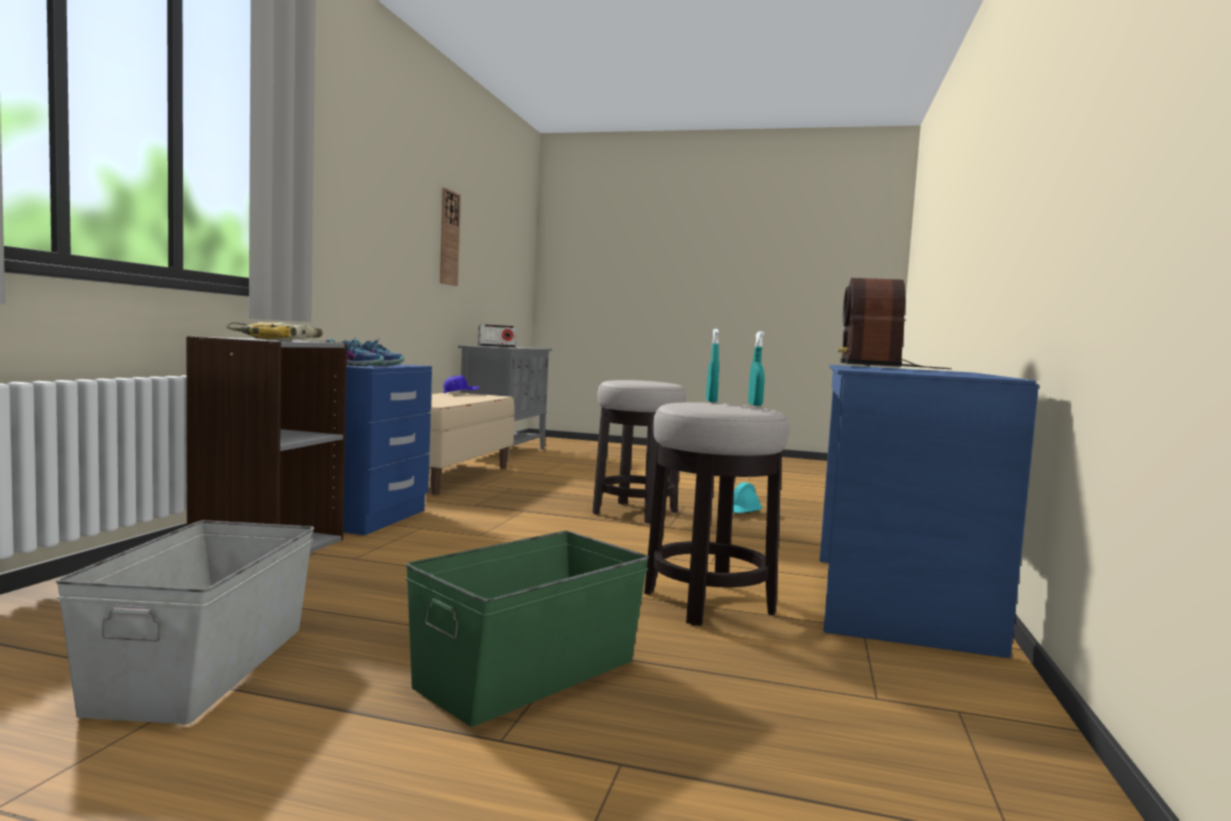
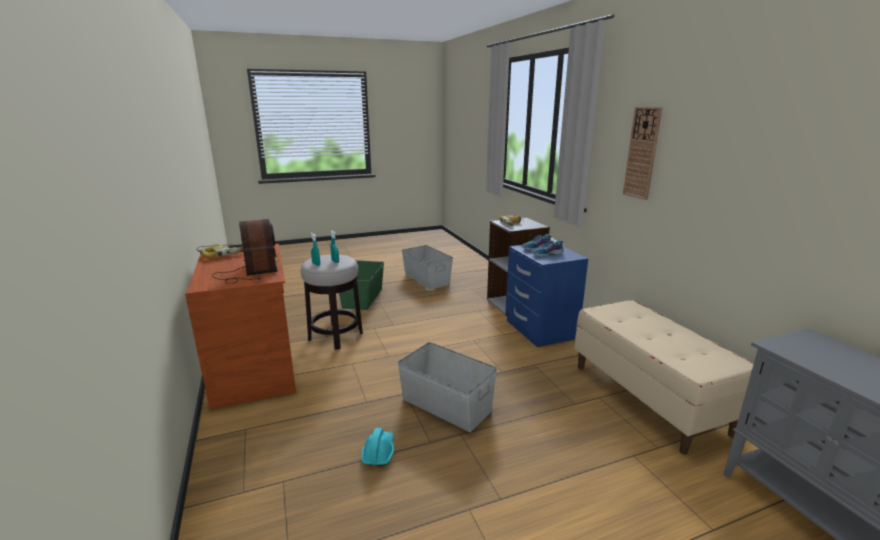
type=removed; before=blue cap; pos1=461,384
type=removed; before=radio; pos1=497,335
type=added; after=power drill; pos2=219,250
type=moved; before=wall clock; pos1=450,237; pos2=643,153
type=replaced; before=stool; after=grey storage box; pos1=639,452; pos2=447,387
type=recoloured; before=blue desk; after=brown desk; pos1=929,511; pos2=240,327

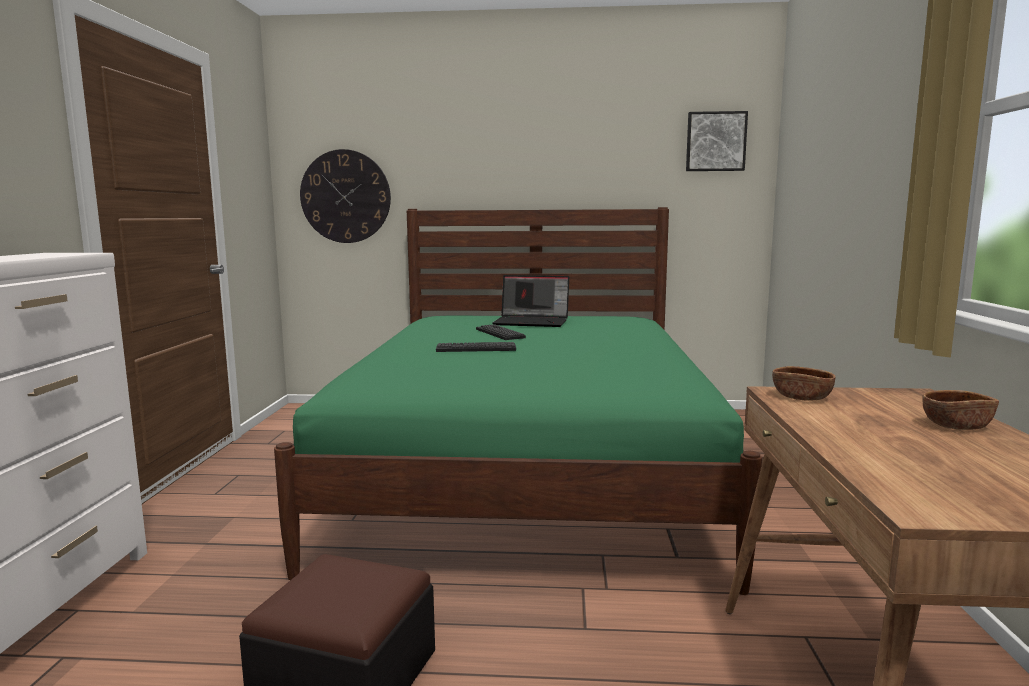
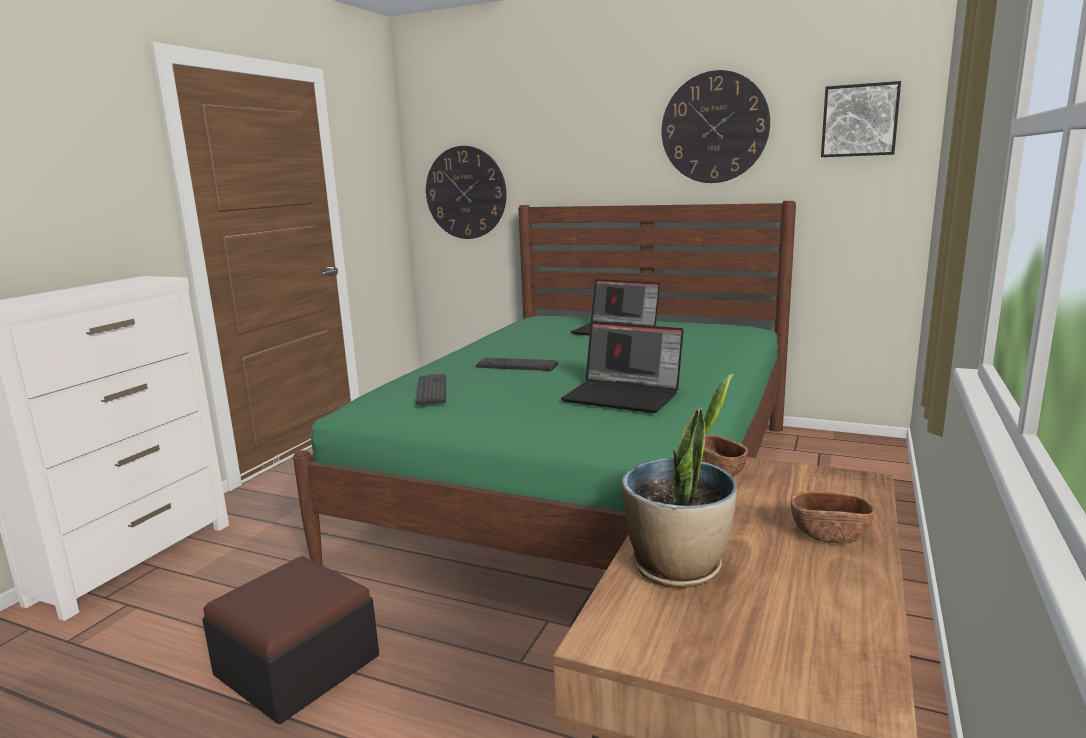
type=added; after=laptop; pos2=622,367
type=added; after=potted plant; pos2=679,480
type=added; after=wall clock; pos2=716,126
type=moved; before=keyboard; pos1=501,332; pos2=431,389

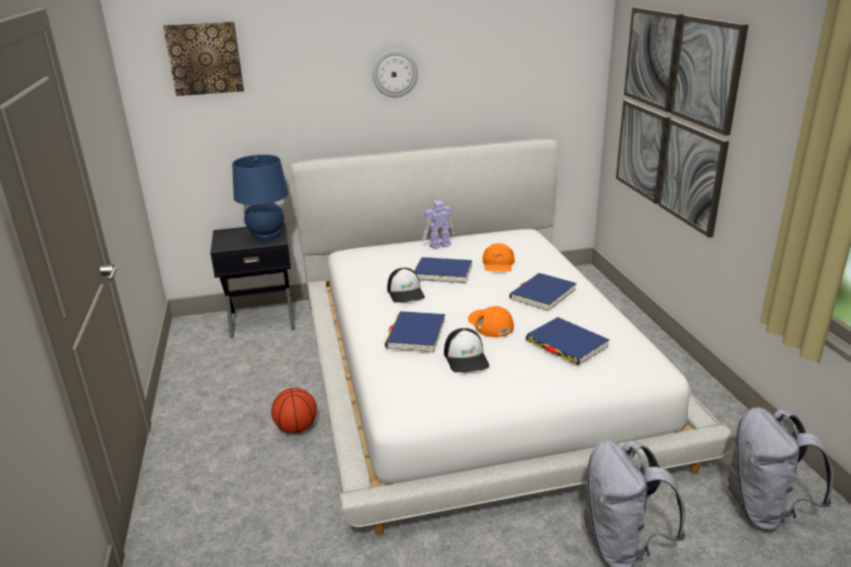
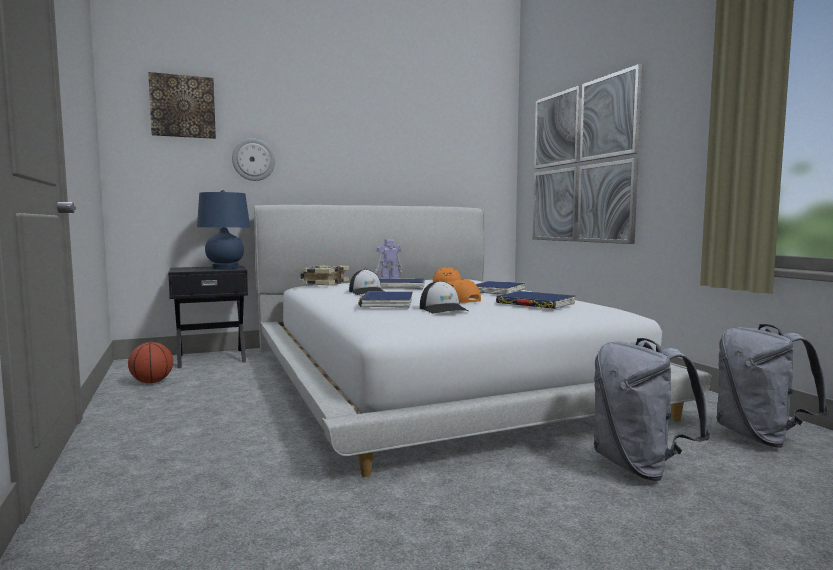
type=added; after=book; pos2=324,275
type=moved; before=basketball; pos1=294,410; pos2=150,362
type=moved; before=wall clock; pos1=395,74; pos2=253,159

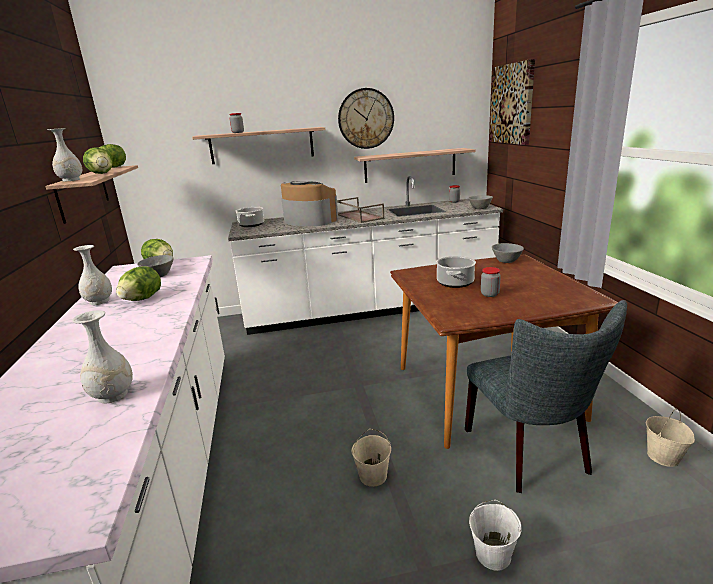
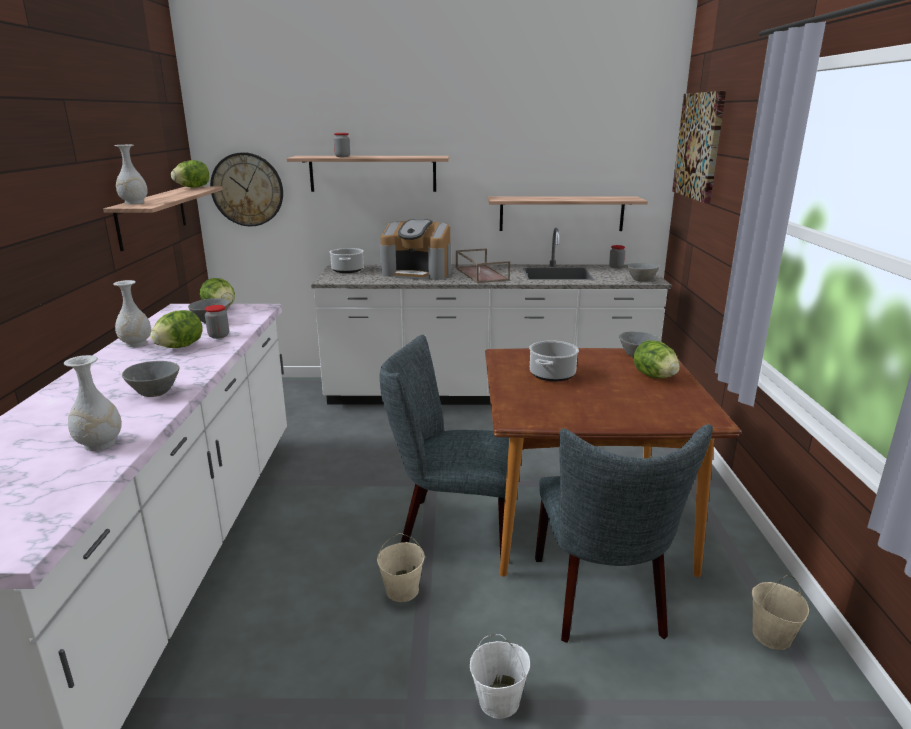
type=added; after=grey bowl; pos2=151,379
type=added; after=grey chair; pos2=444,447
type=moved; before=lettuce; pos1=98,160; pos2=657,359
type=moved; before=wall clock; pos1=366,118; pos2=246,189
type=moved; before=jar; pos1=491,282; pos2=217,322
type=turned; before=coffee machine; pos1=309,203; pos2=415,249; turn=150

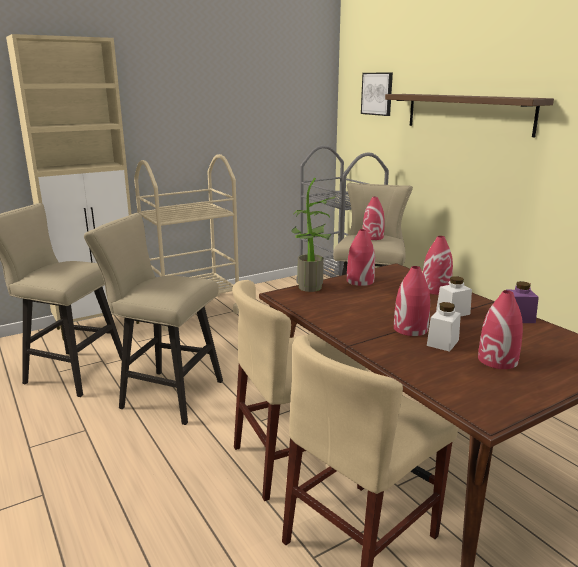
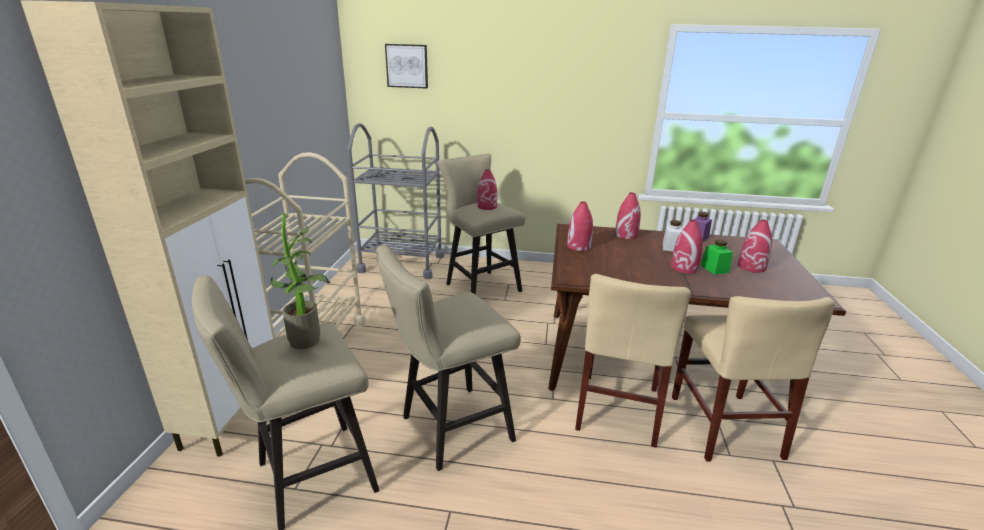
type=removed; before=shelf; pos1=469,115
type=moved; before=potted plant; pos1=313,235; pos2=300,281
type=recoloured; before=white jar; after=green jar; pos1=444,327; pos2=717,257

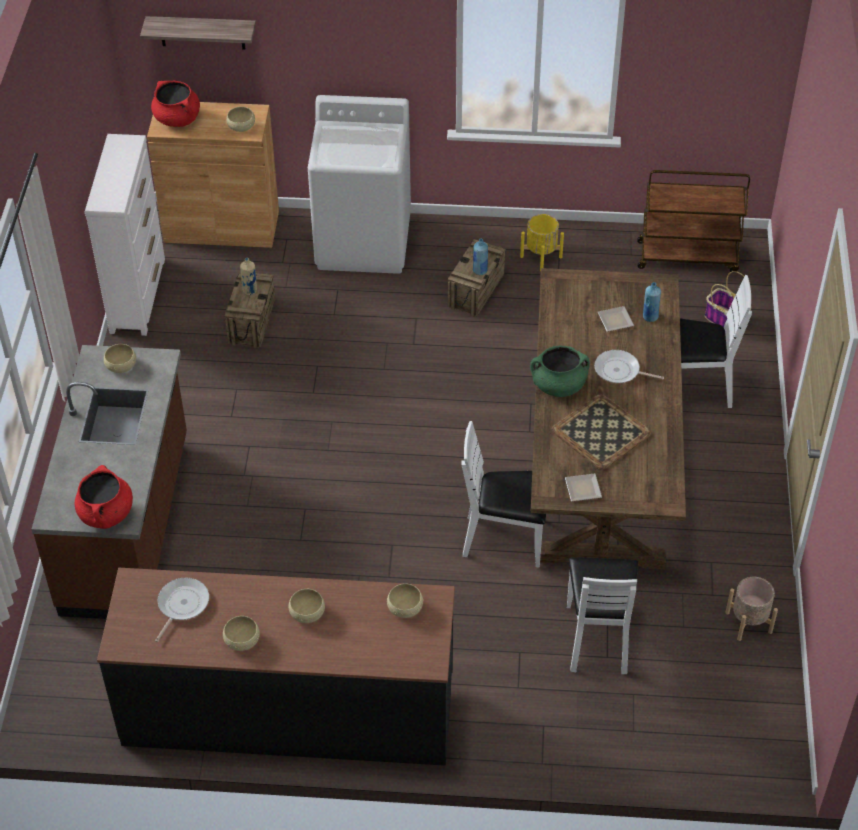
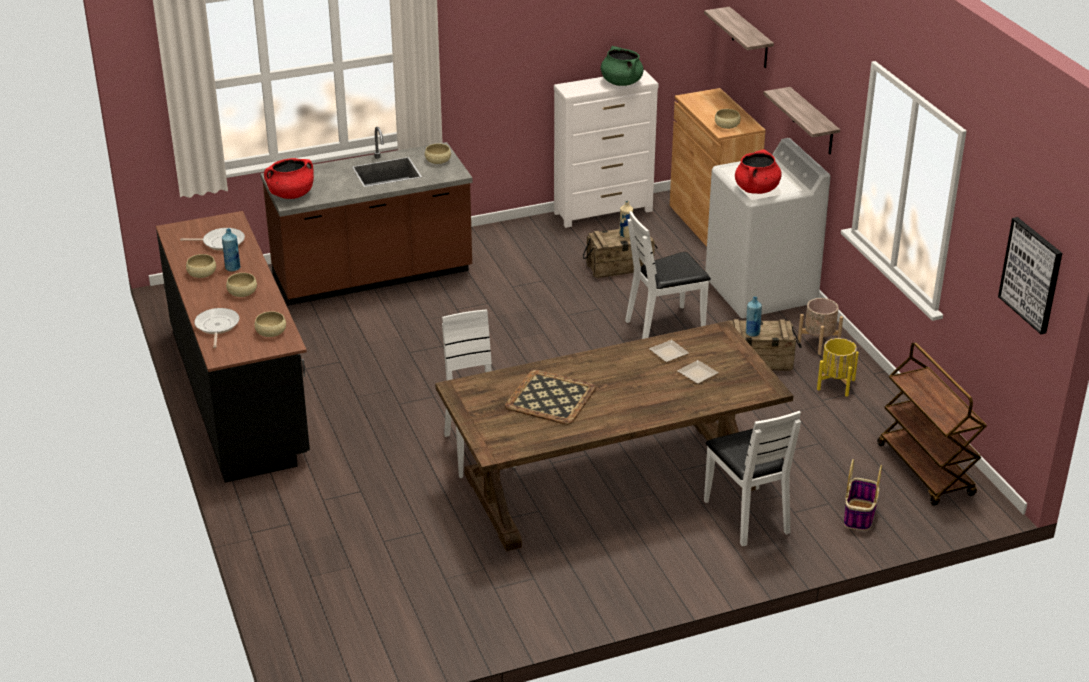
type=added; after=shelf; pos2=801,120
type=added; after=picture; pos2=1030,275
type=moved; before=red cooking pot; pos1=175,104; pos2=758,171
type=moved; before=green cooking pot; pos1=560,371; pos2=622,66
type=moved; before=plate; pos1=583,487; pos2=669,351
type=moved; before=white chair; pos1=602,615; pos2=668,275
type=moved; before=frying pan; pos1=629,366; pos2=216,328
type=moved; before=blue bottle; pos1=652,302; pos2=231,250
type=moved; before=beige planter; pos1=751,609; pos2=820,326

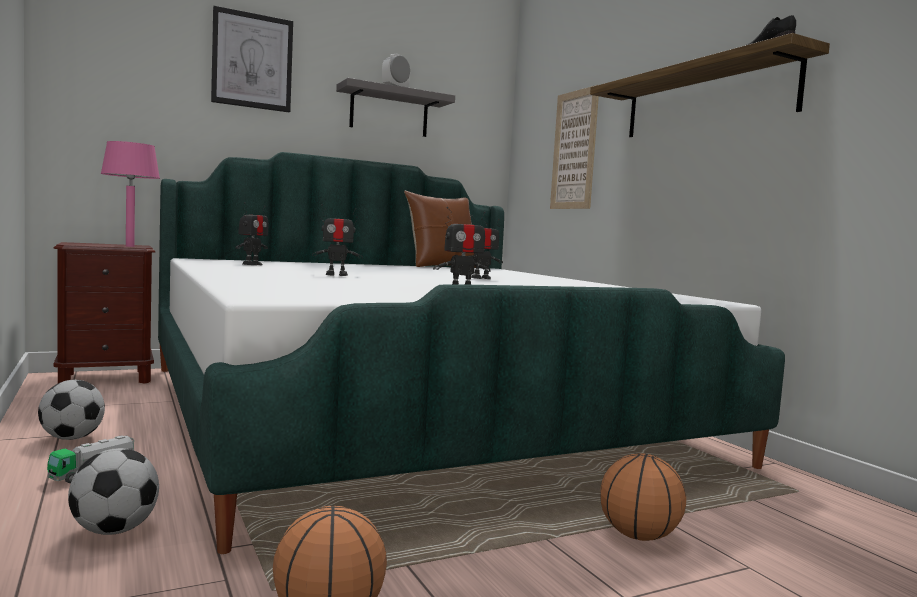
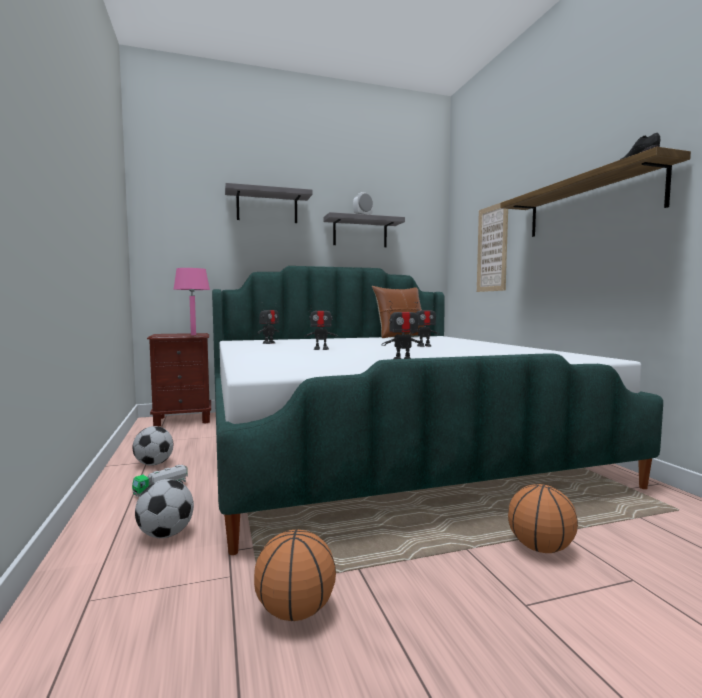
type=replaced; before=picture; after=grey shelf; pos1=252,59; pos2=268,203

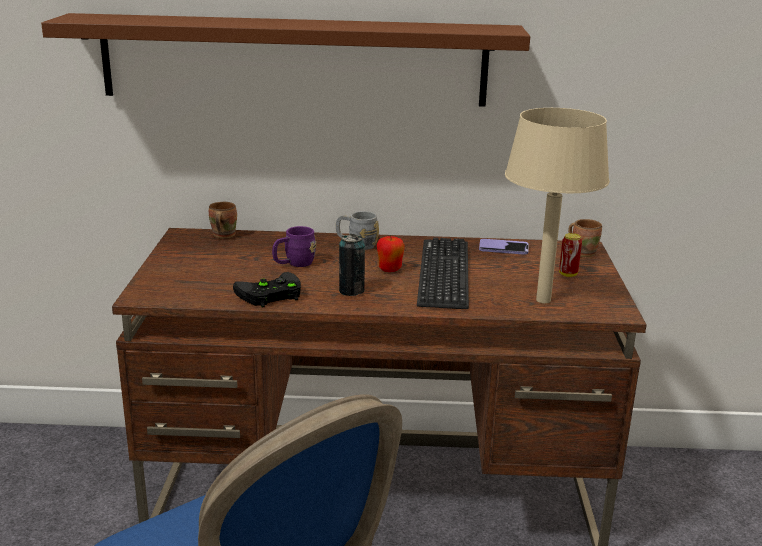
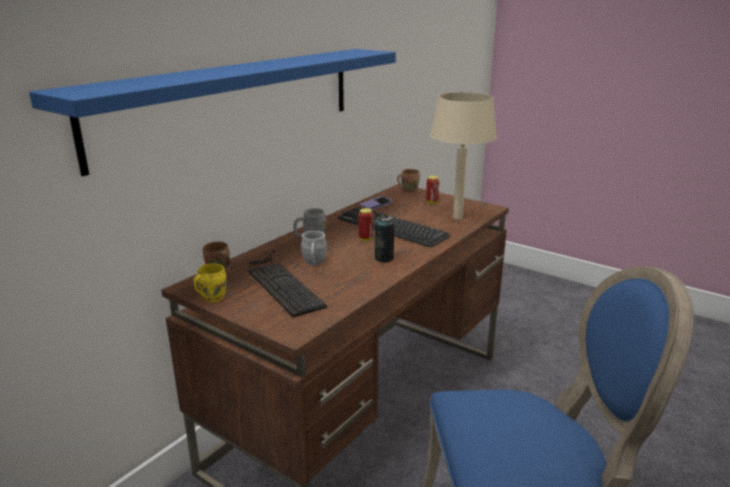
type=removed; before=black game controller; pos1=267,289
type=added; after=yellow mug; pos2=209,283
type=added; after=keyboard; pos2=287,284
type=replaced; before=apple; after=can; pos1=391,253; pos2=365,224
type=recoloured; before=brown shelf; after=blue shelf; pos1=285,60; pos2=212,112
type=recoloured; before=purple mug; after=grey mug; pos1=294,246; pos2=314,248

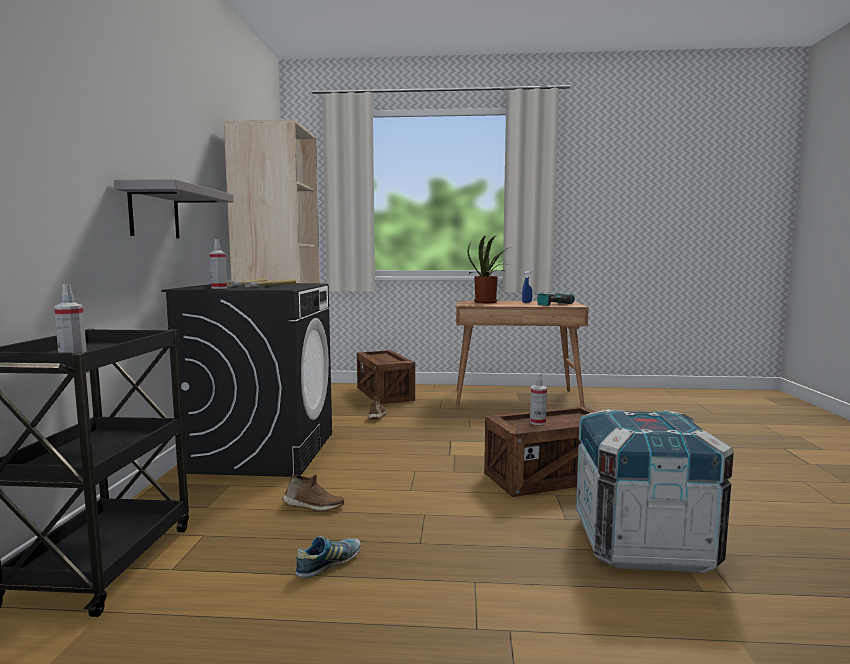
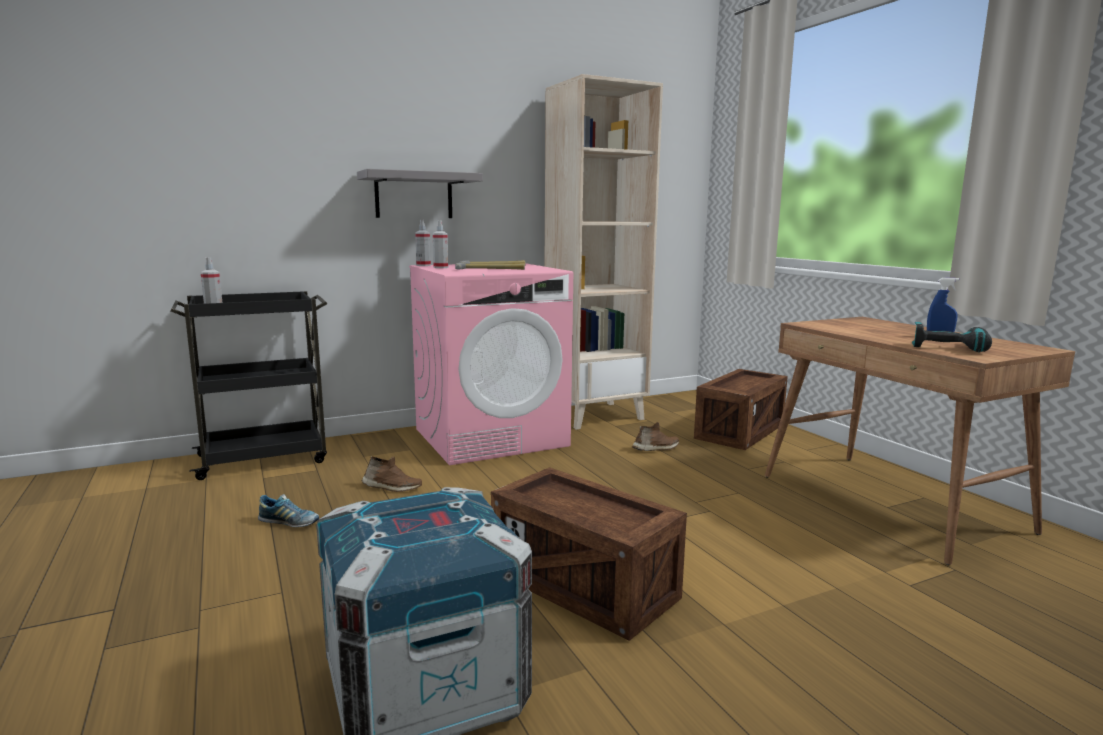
type=removed; before=potted plant; pos1=489,269
type=moved; before=spray bottle; pos1=538,399; pos2=423,243
type=recoloured; before=black washing machine; after=pink washing machine; pos1=246,380; pos2=491,364
type=turned; before=brown shoe; pos1=313,492; pos2=391,474; turn=-60

